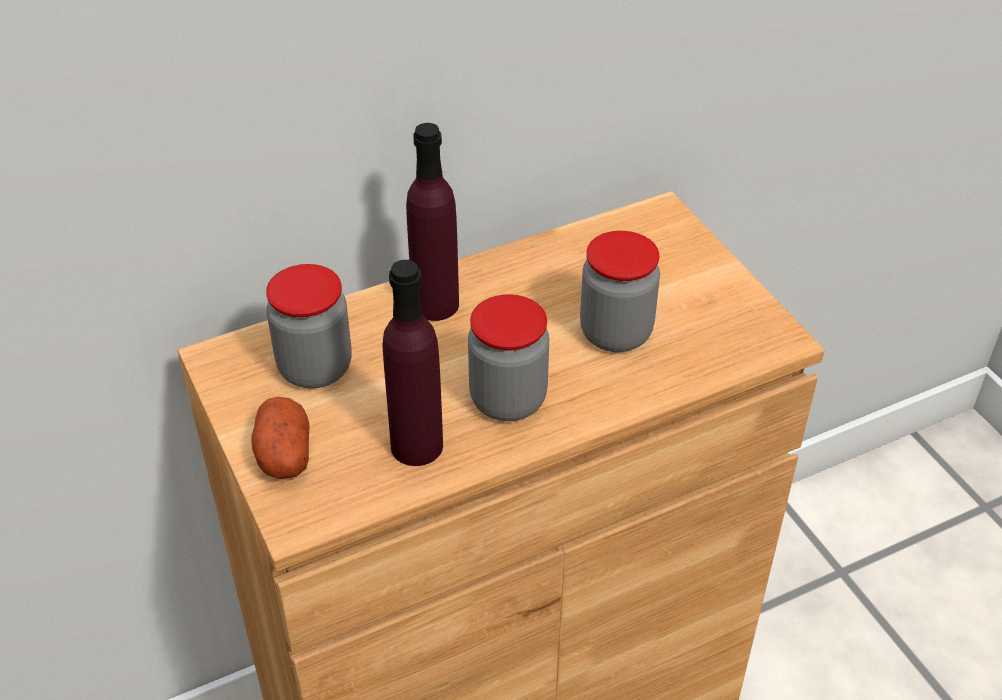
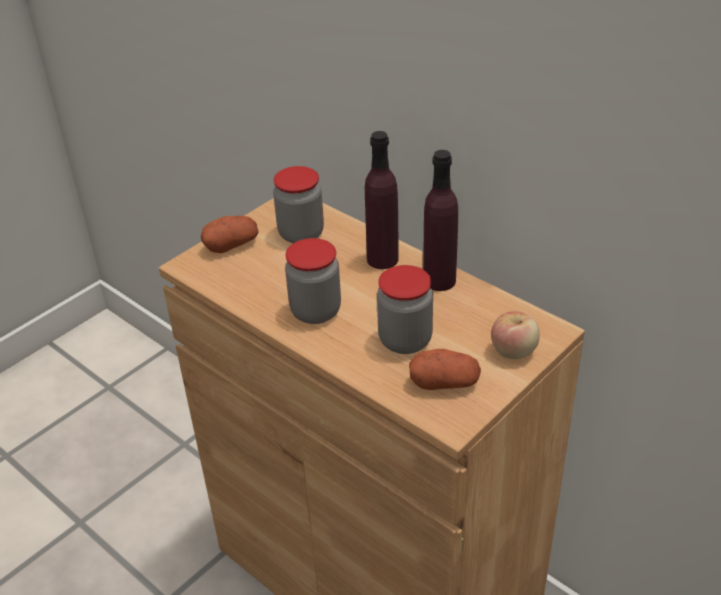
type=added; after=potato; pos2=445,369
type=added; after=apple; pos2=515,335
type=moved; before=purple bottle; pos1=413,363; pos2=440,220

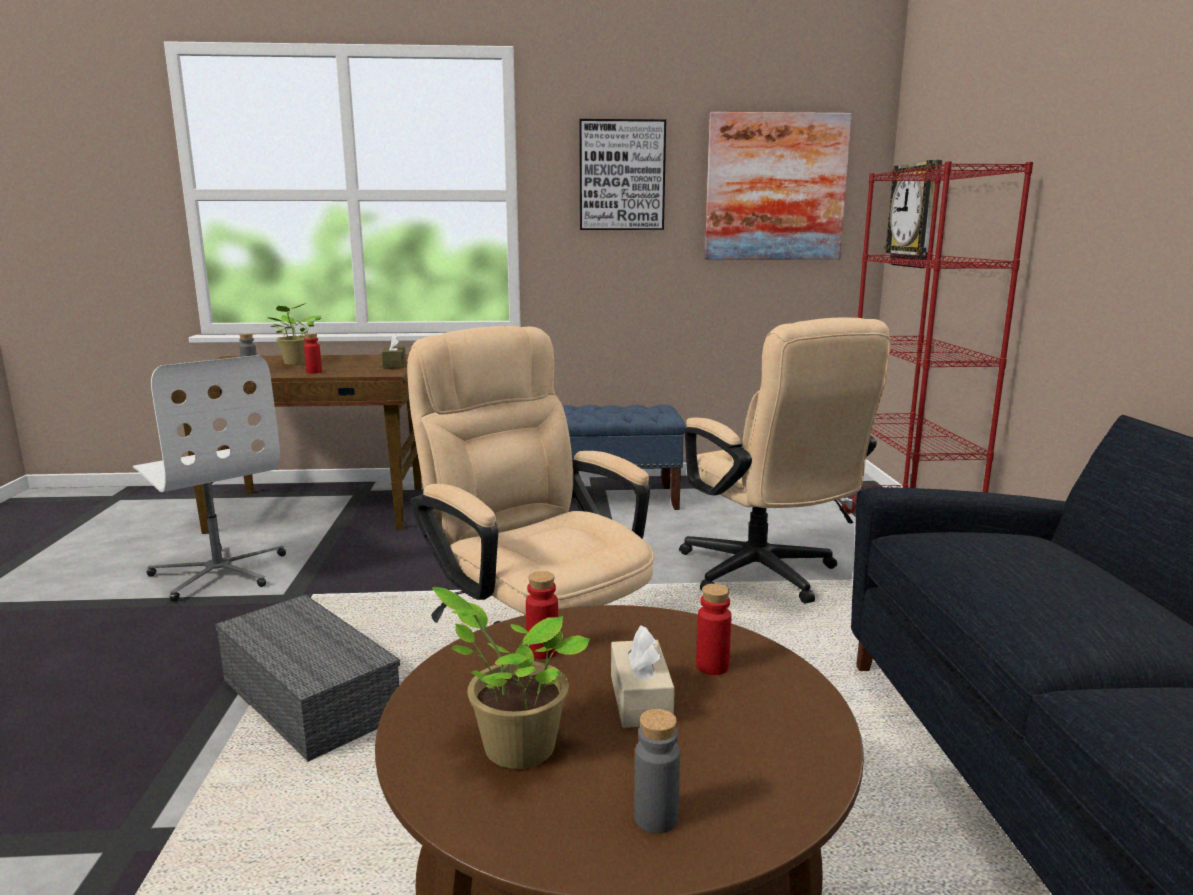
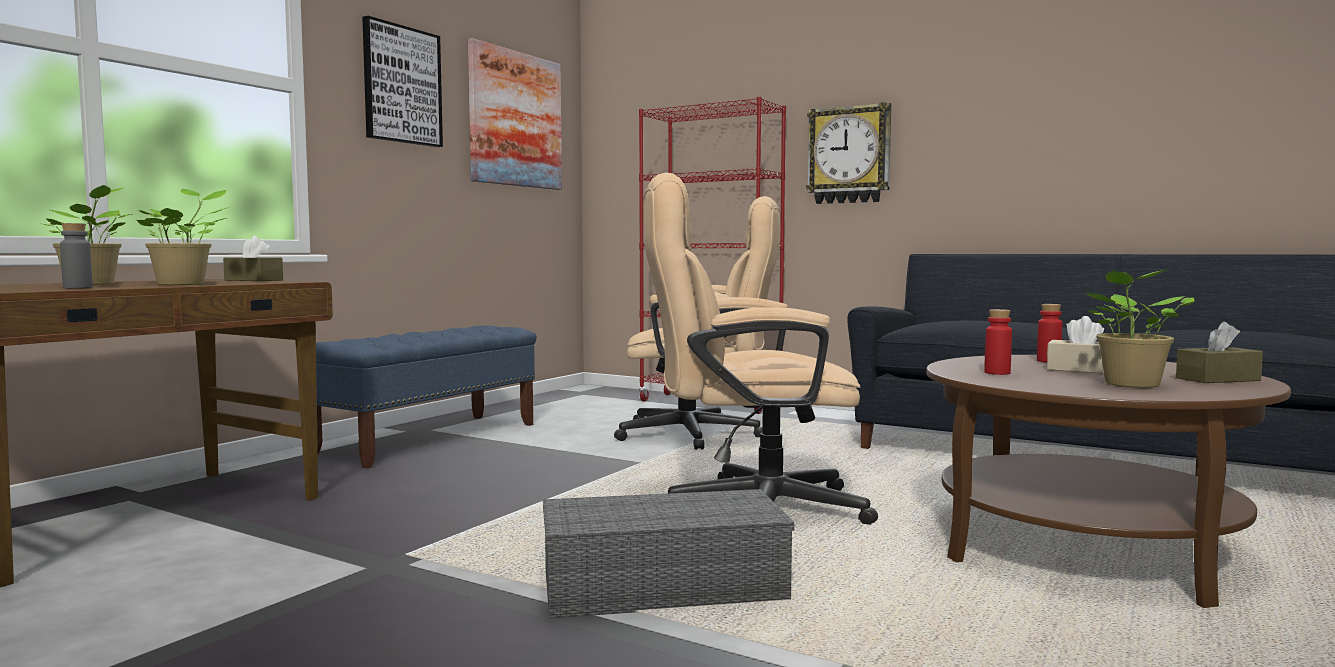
type=removed; before=white office chair; pos1=209,478
type=moved; before=wall clock; pos1=913,214; pos2=848,153
type=replaced; before=red bottle; after=potted plant; pos1=313,353; pos2=183,237
type=replaced; before=grey bottle; after=brown tissue box; pos1=657,771; pos2=1219,352

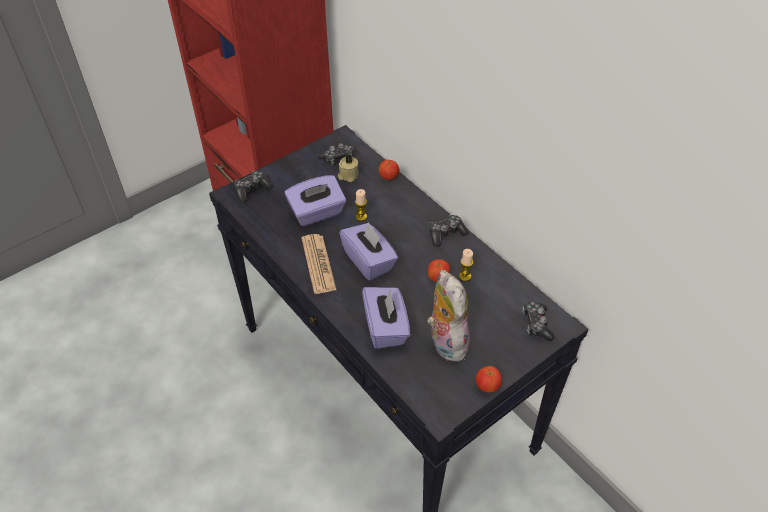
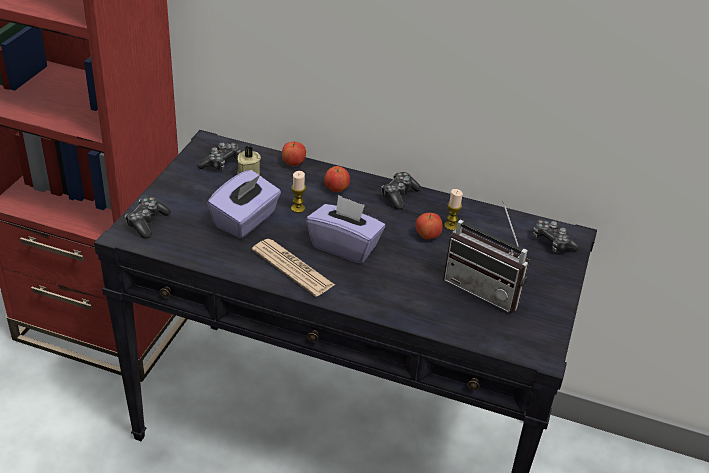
type=removed; before=purple tissue box; pos1=386,318
type=moved; before=apple; pos1=489,379; pos2=337,179
type=replaced; before=plush toy; after=radio; pos1=449,315; pos2=486,257

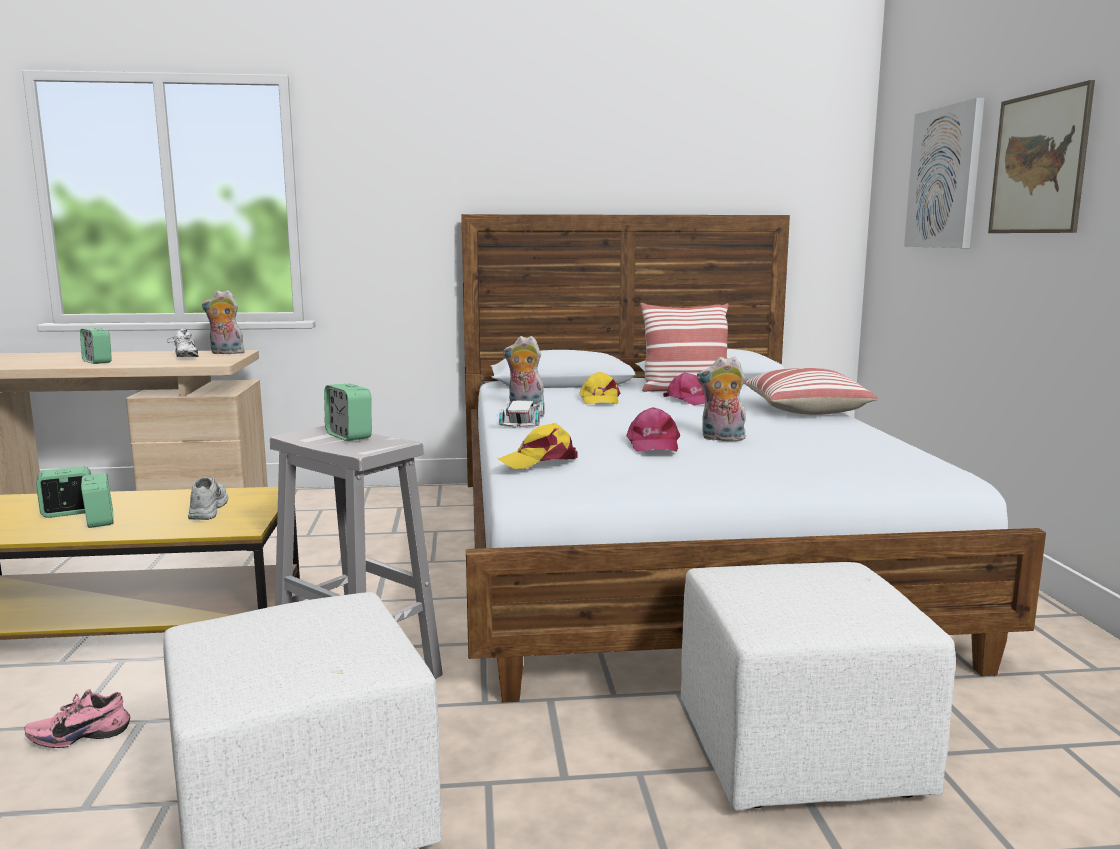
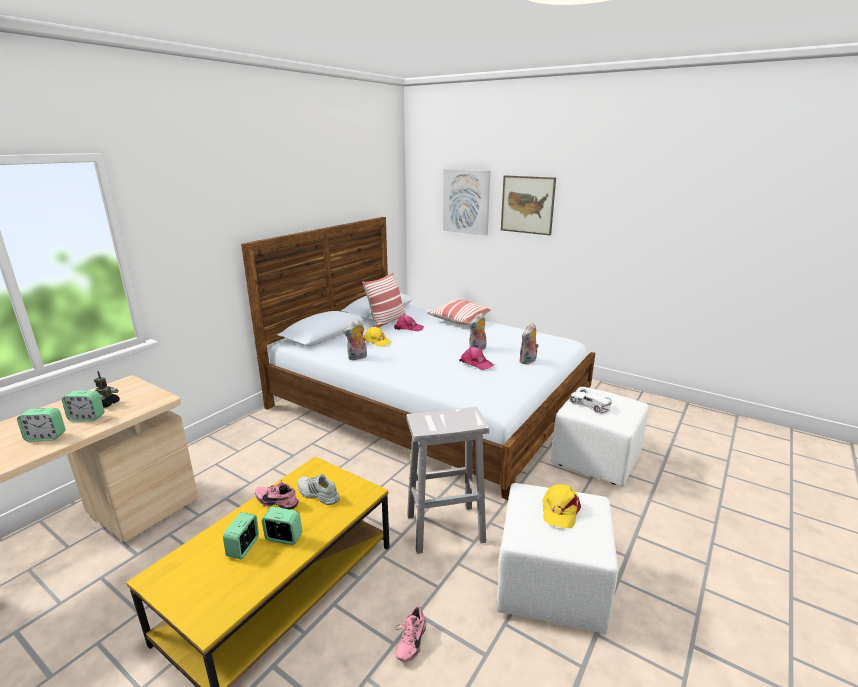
type=added; after=pink shoe; pos2=277,495
type=moved; before=plush toy; pos1=223,322; pos2=529,343
type=moved; before=alarm clock; pos1=348,412; pos2=83,406
type=moved; before=yellow cap; pos1=538,446; pos2=561,506
type=moved; before=white toy car; pos1=522,414; pos2=590,401
type=replaced; before=white shoe; after=toy robot; pos1=183,343; pos2=107,389

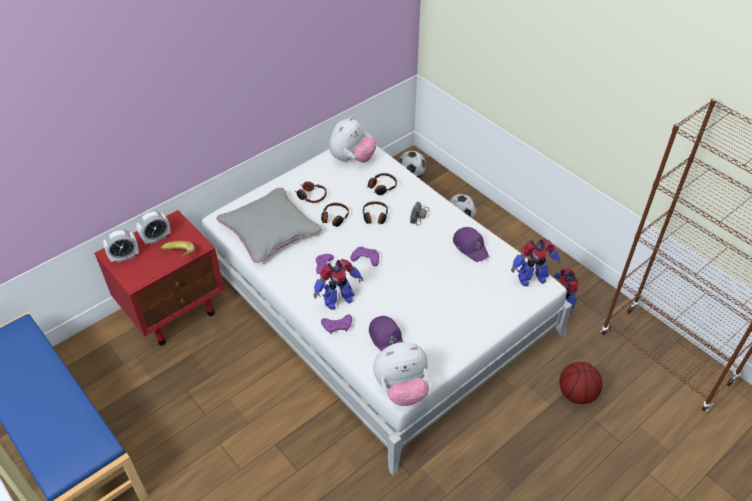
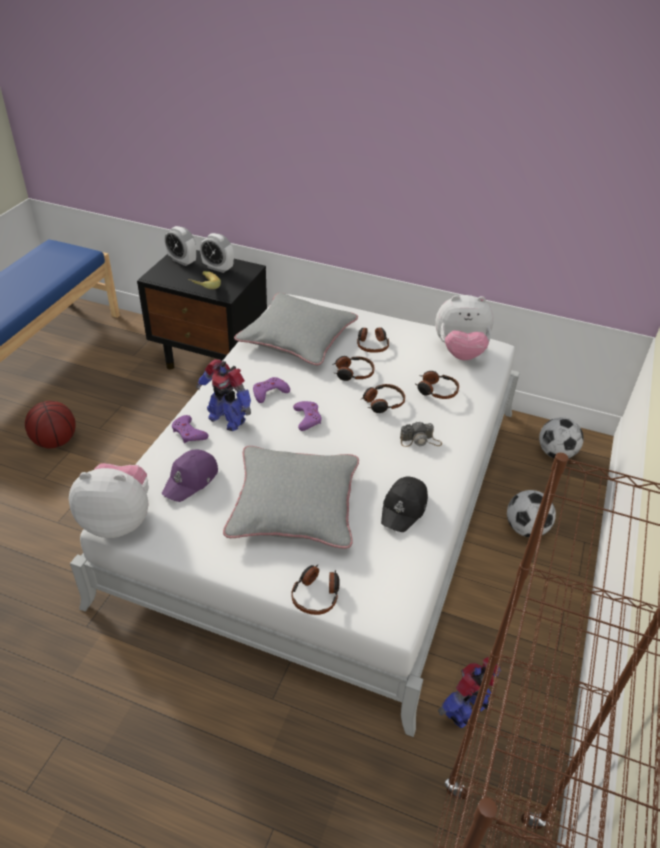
type=removed; before=toy robot; pos1=536,262
type=added; after=grey pillow; pos2=291,497
type=added; after=headphones; pos2=315,590
type=moved; before=basketball; pos1=581,383; pos2=50,424
type=recoloured; before=red nightstand; after=black nightstand; pos1=159,278; pos2=202,309
type=recoloured; before=purple cap; after=black cap; pos1=471,244; pos2=404,504
type=turned; before=plush toy; pos1=401,374; pos2=109,500; turn=135

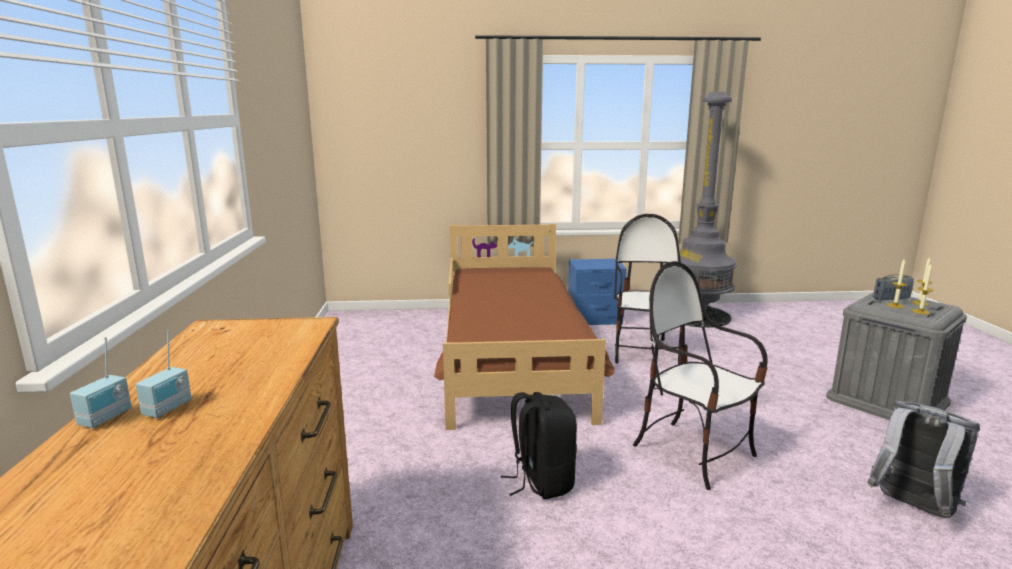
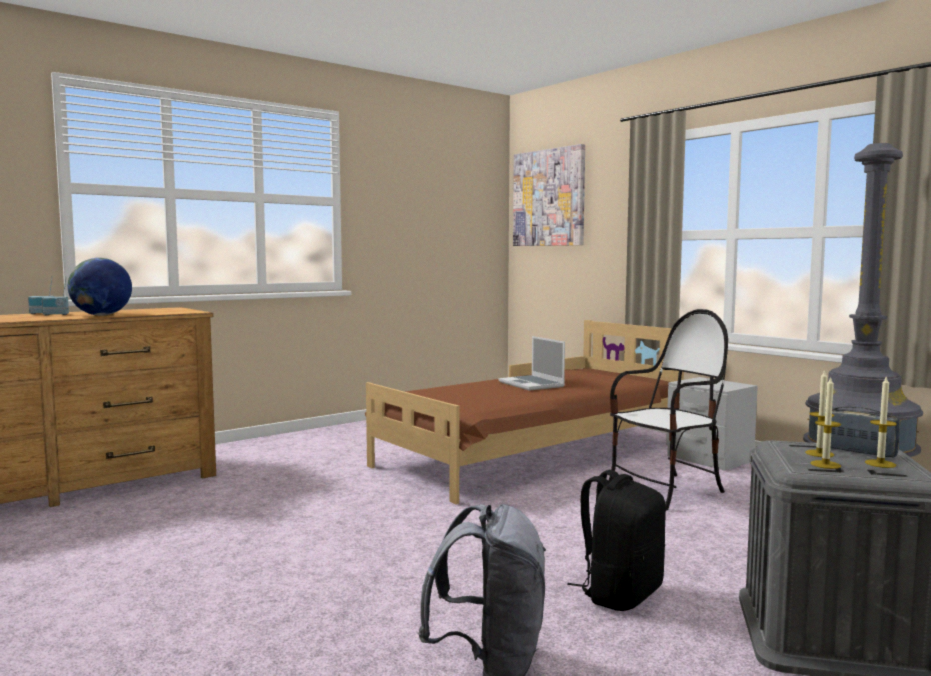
type=removed; before=chair; pos1=700,375
type=added; after=globe; pos2=100,287
type=added; after=laptop; pos2=532,363
type=added; after=picture; pos2=549,195
type=moved; before=black backpack; pos1=539,445; pos2=616,540
type=recoloured; before=blue nightstand; after=grey nightstand; pos1=597,292; pos2=712,424

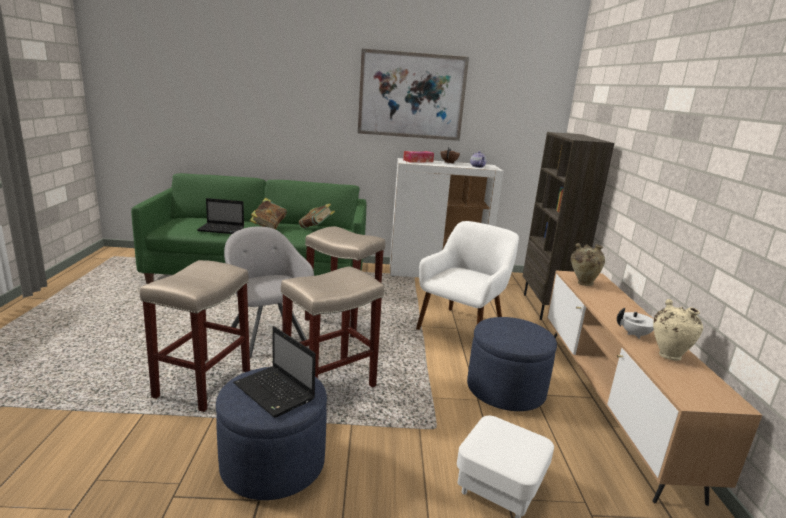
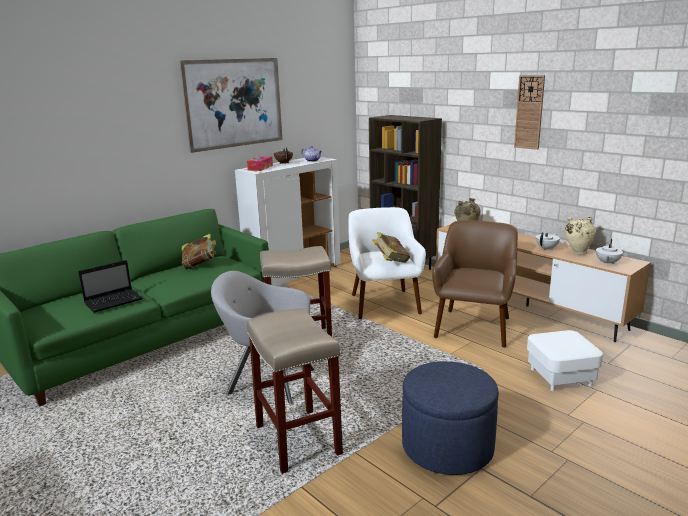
type=removed; before=laptop; pos1=274,372
type=removed; before=beige stool; pos1=332,327
type=added; after=wall clock; pos2=529,112
type=added; after=white teapot; pos2=609,252
type=moved; before=book; pos1=268,213; pos2=391,247
type=replaced; before=blue ottoman; after=brown armchair; pos1=512,364; pos2=475,284

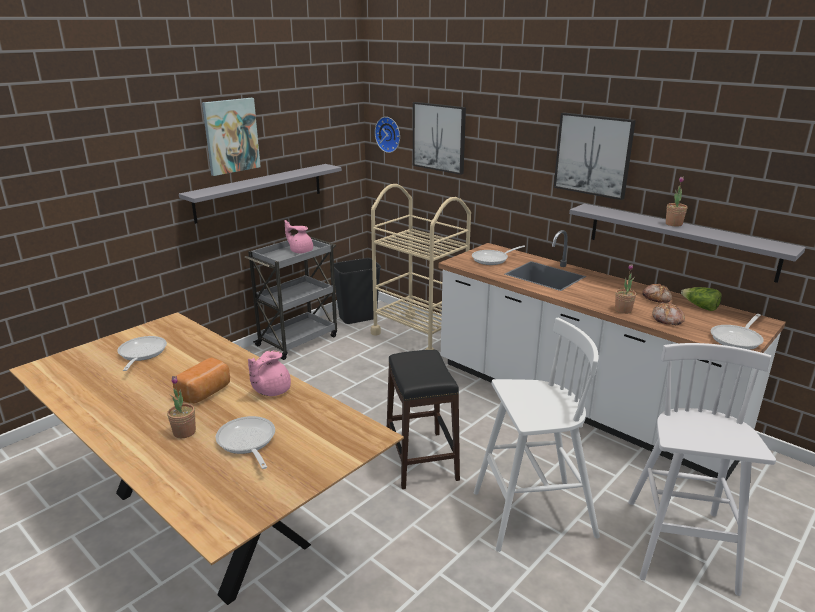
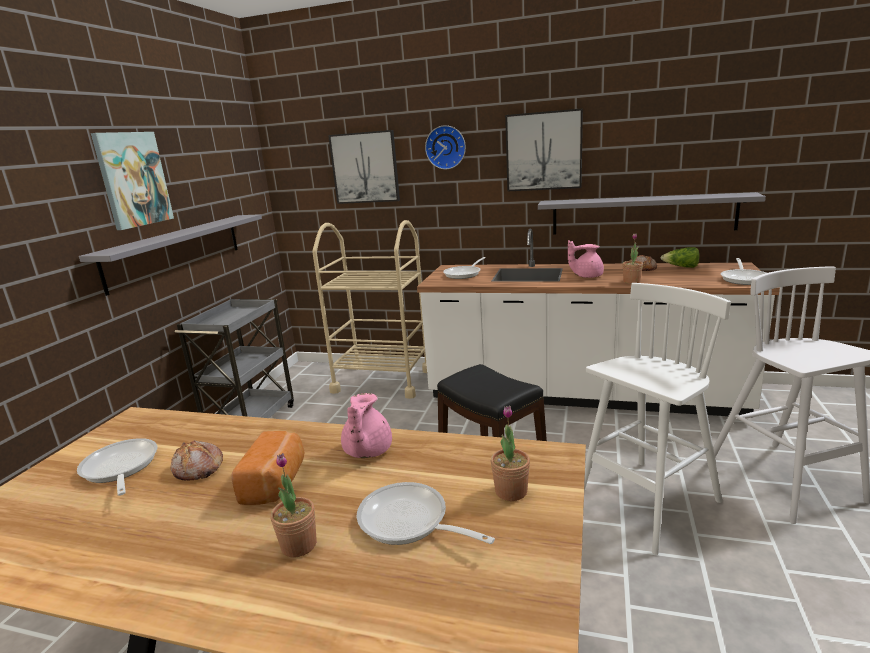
type=removed; before=black trash can; pos1=357,291
type=moved; before=pink teapot; pos1=299,237; pos2=586,259
type=moved; before=wall clock; pos1=387,135; pos2=445,147
type=moved; before=bread; pos1=668,313; pos2=196,460
type=moved; before=potted plant; pos1=677,201; pos2=510,453

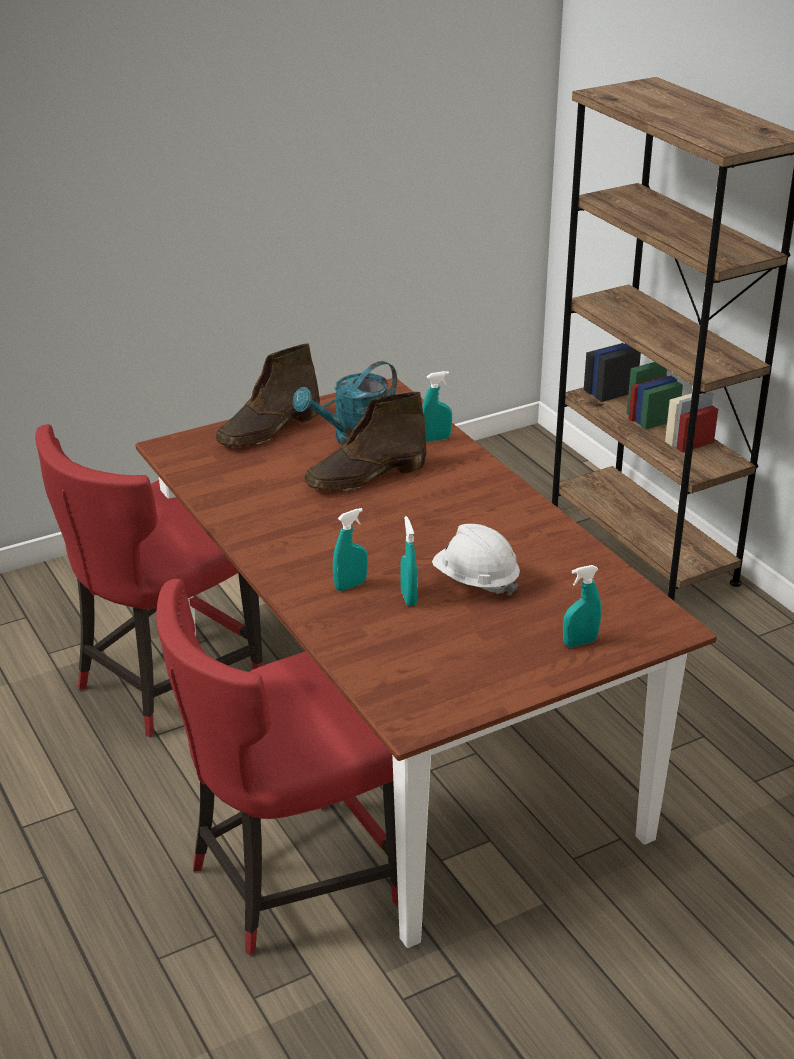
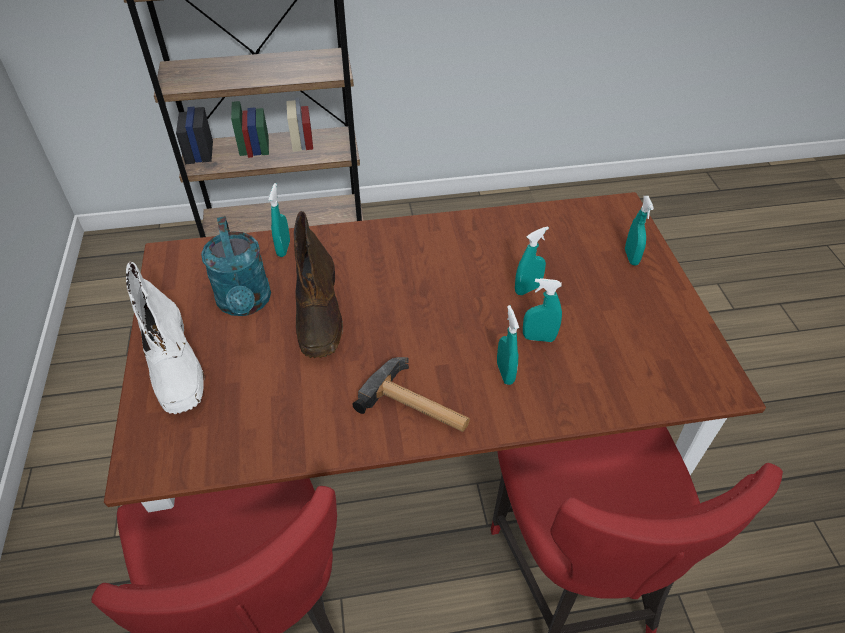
type=added; after=hammer; pos2=411,394
type=replaced; before=white hard hat; after=turquoise spray bottle; pos1=476,559; pos2=532,260
type=recoloured; before=brown boot; after=white boot; pos1=268,395; pos2=165,338

